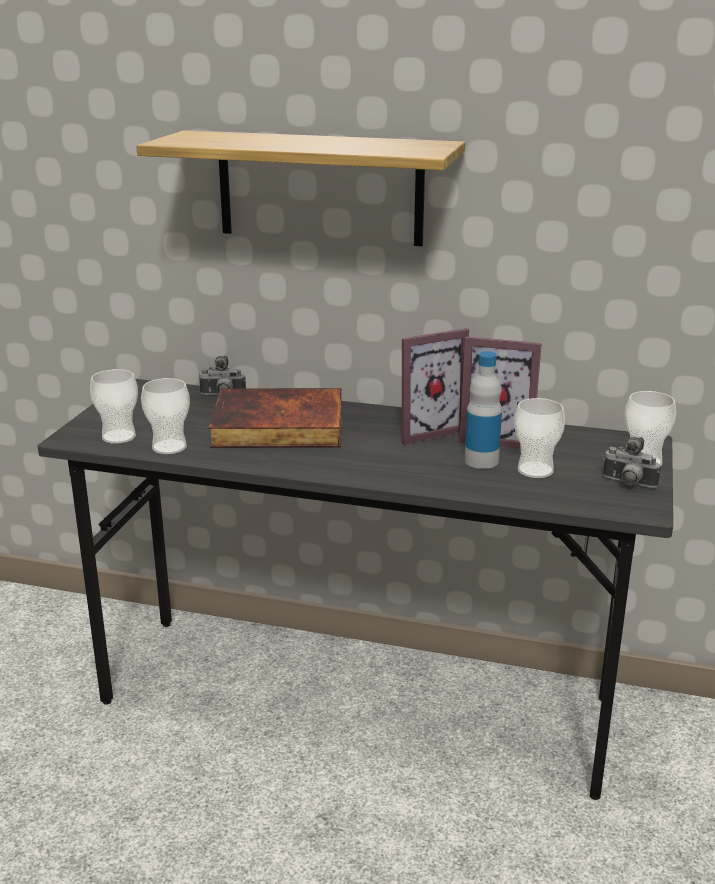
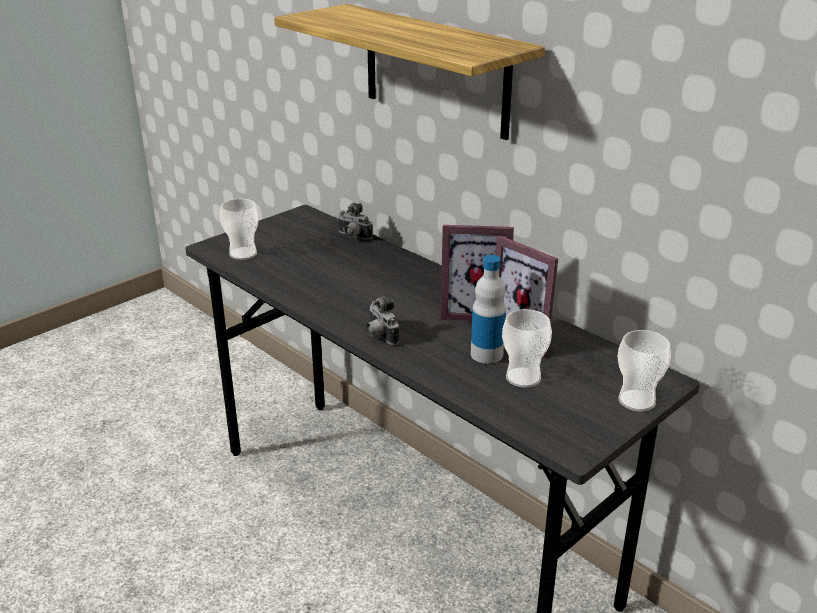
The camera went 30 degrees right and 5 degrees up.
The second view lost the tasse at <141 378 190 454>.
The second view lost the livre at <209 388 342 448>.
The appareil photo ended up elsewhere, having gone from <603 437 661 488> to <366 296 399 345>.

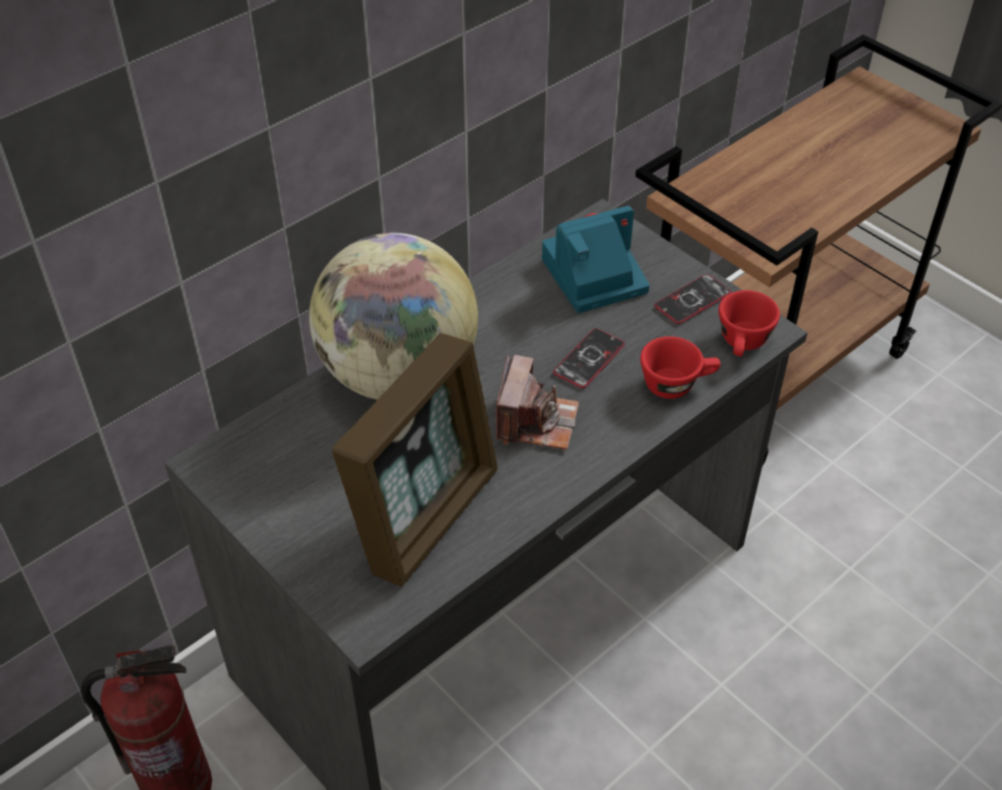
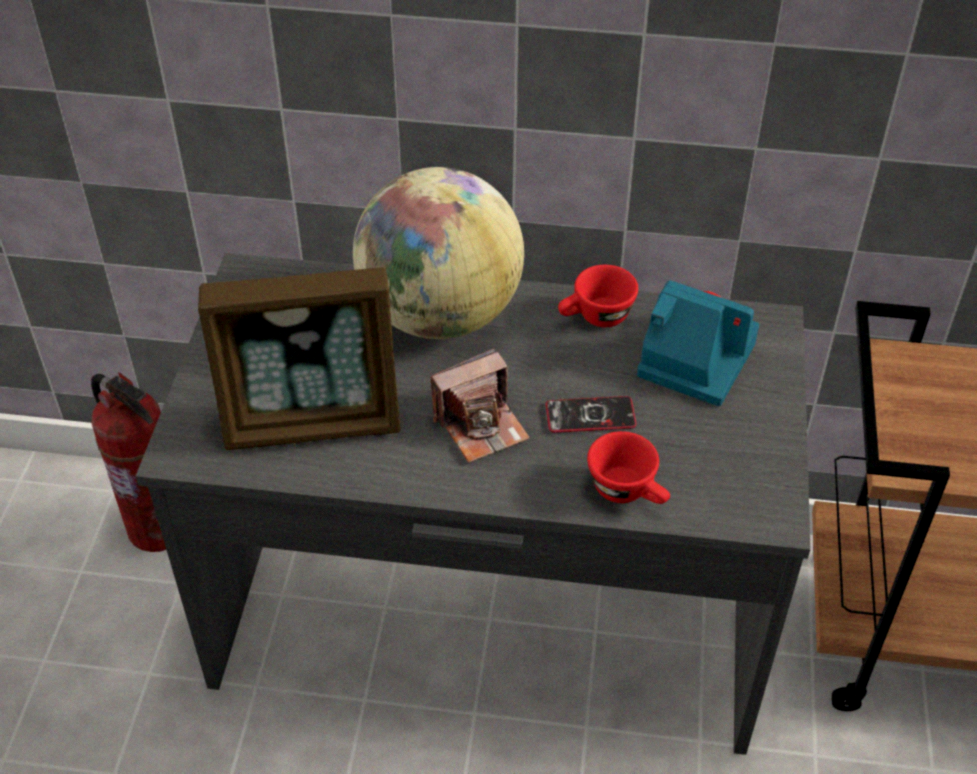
The camera went 50 degrees right and 0 degrees up.
The second view lost the téléphone at <654 274 731 324>.
The tasse (rouge) ended up elsewhere, having gone from <719 290 780 356> to <558 265 638 327>.

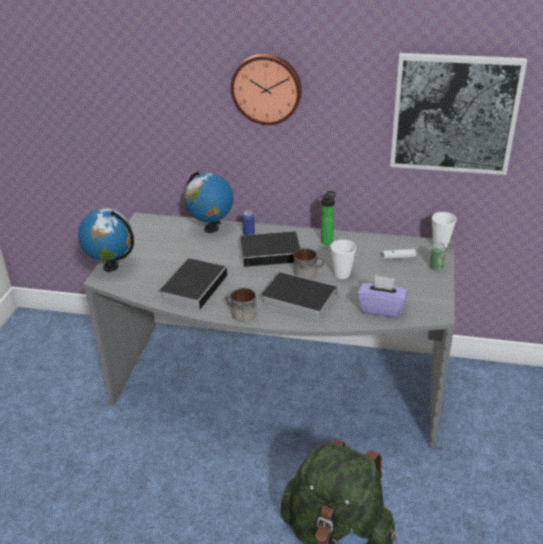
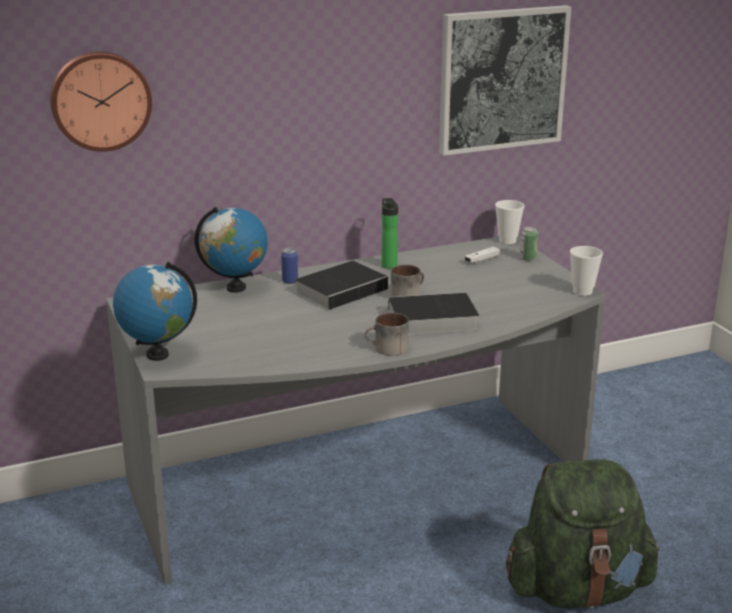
The camera went 35 degrees left and 10 degrees down.
The horloge murale ended up elsewhere, having gone from <231 54 302 125> to <50 51 152 152>.
The tasse ended up elsewhere, having gone from <331 240 356 279> to <570 246 603 296>.
The second view lost the livre at <159 258 229 310>.
The second view lost the boîte à mouchoirs (violet) at <357 275 407 318>.

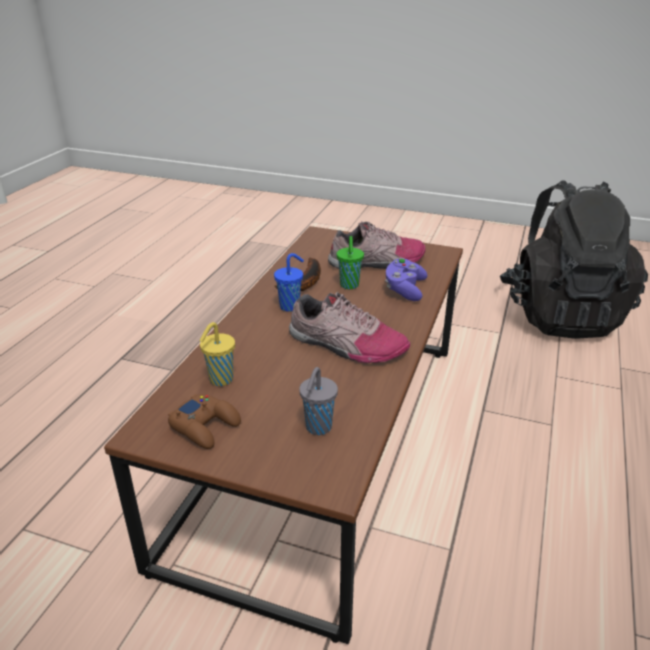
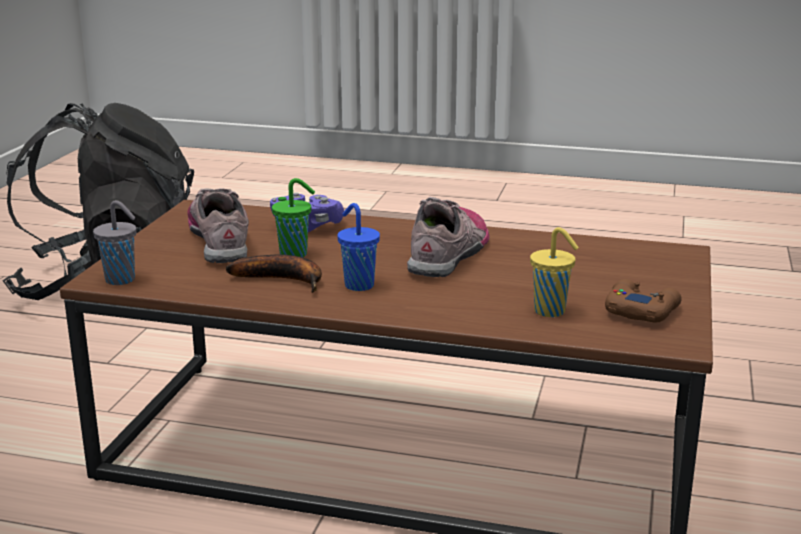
The camera went 95 degrees left and 10 degrees down.
The tasse (gris) ended up elsewhere, having gone from <299 367 338 435> to <93 200 137 285>.

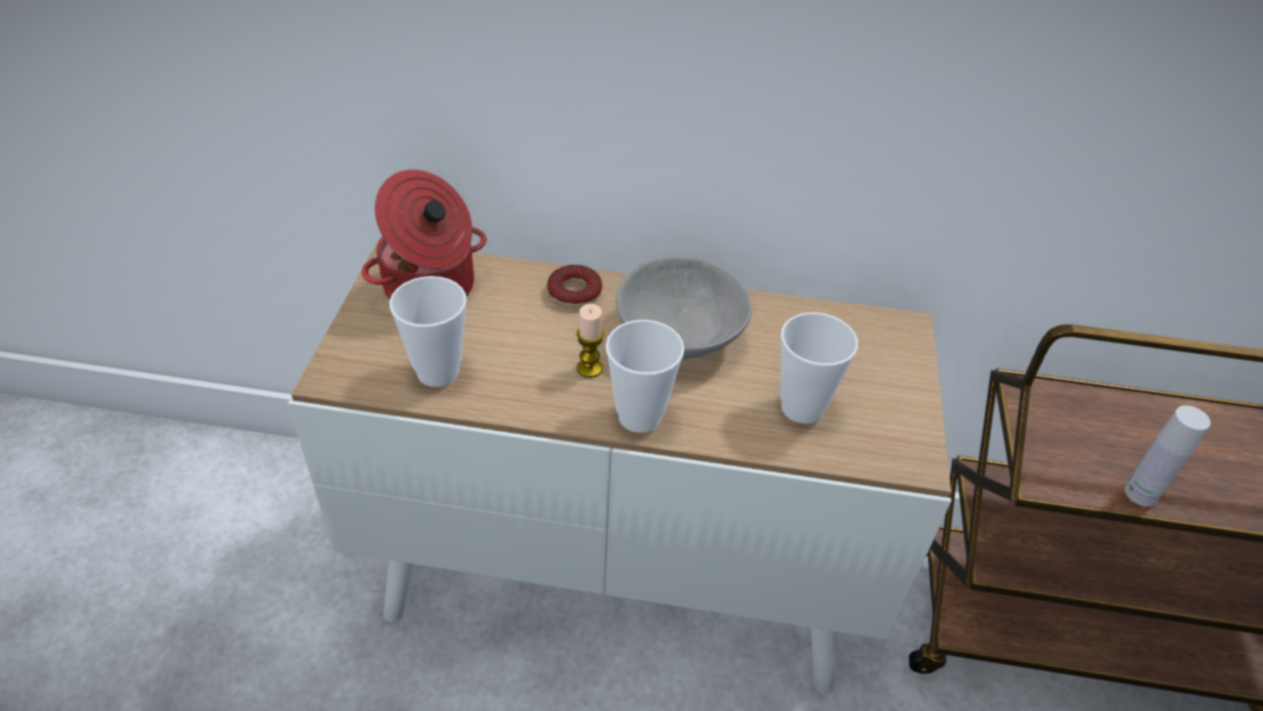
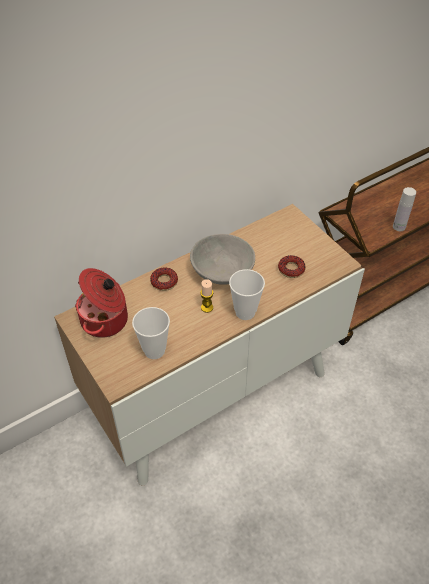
The camera went 40 degrees left and 5 degrees up.
Where the tasse stood at <780 312 858 424>, the beignet came to stand at <278 255 306 278>.

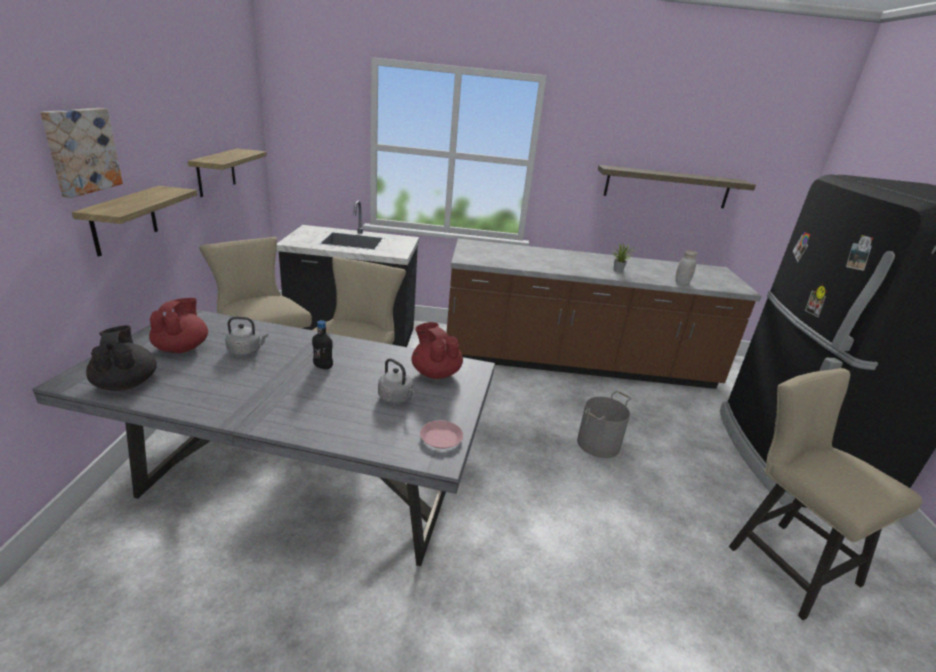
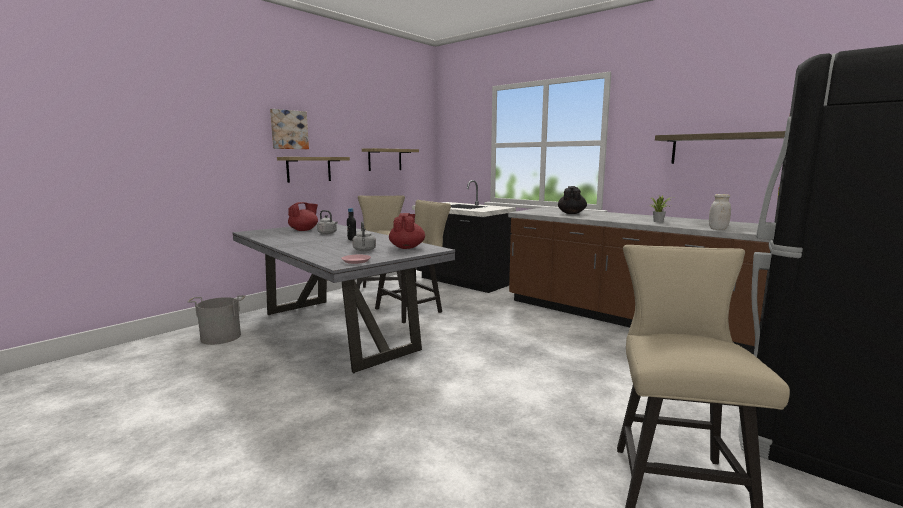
The camera went 40 degrees right and 15 degrees down.
The théière (noir) ended up elsewhere, having gone from <86 325 157 391> to <558 186 587 214>.
The seau (gris) ended up elsewhere, having gone from <577 391 632 458> to <187 295 246 345>.

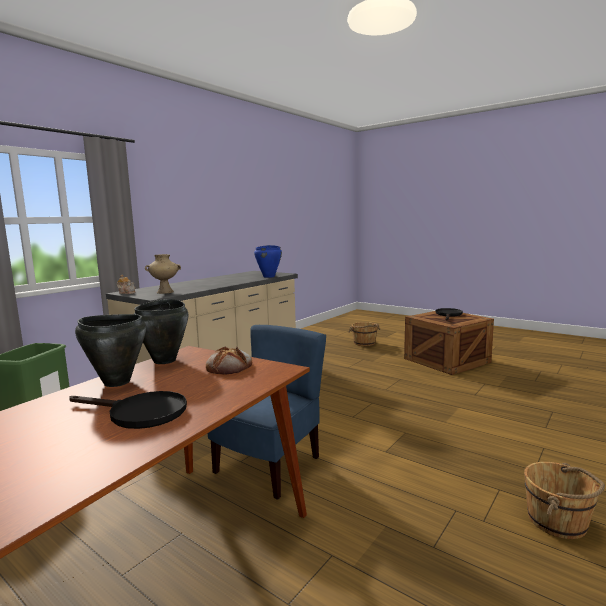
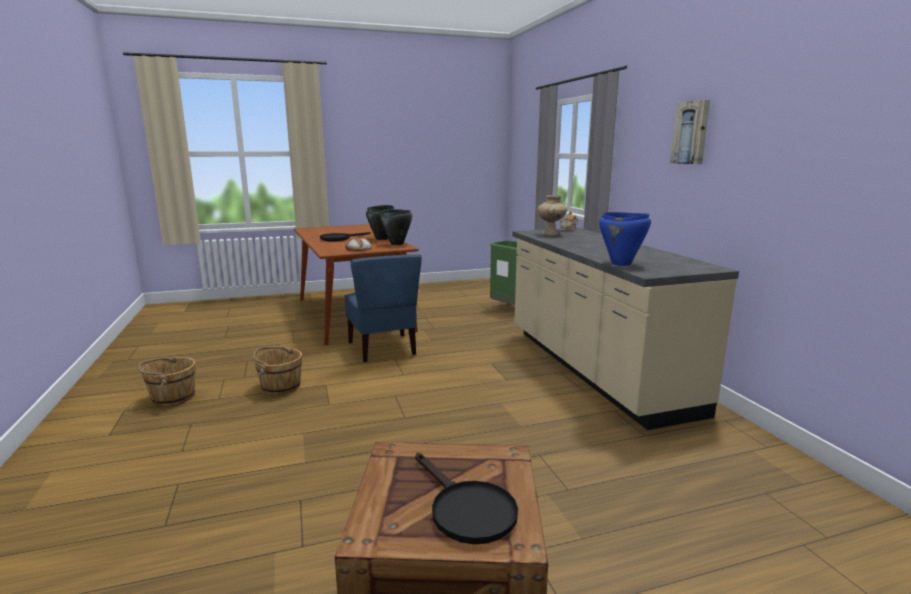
The camera went 125 degrees right and 5 degrees up.
The seau (marron) ended up elsewhere, having gone from <348 322 380 346> to <253 346 302 395>.
The second view gained the tableau at <670 100 710 164>.

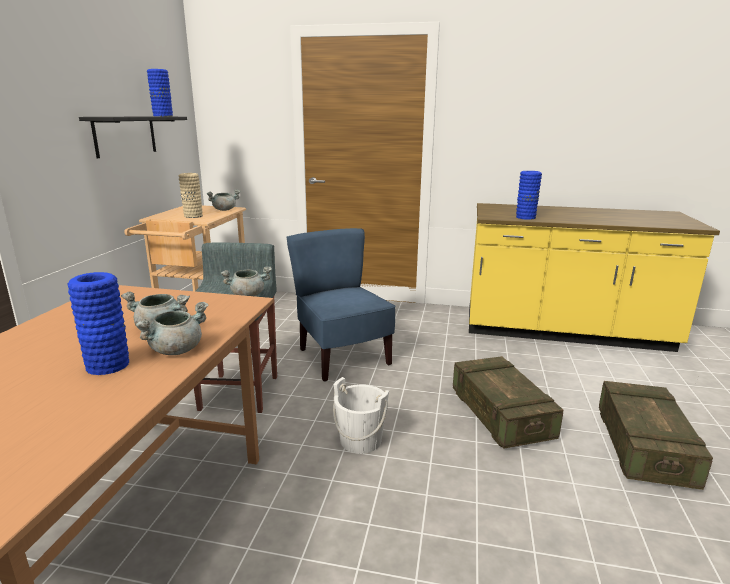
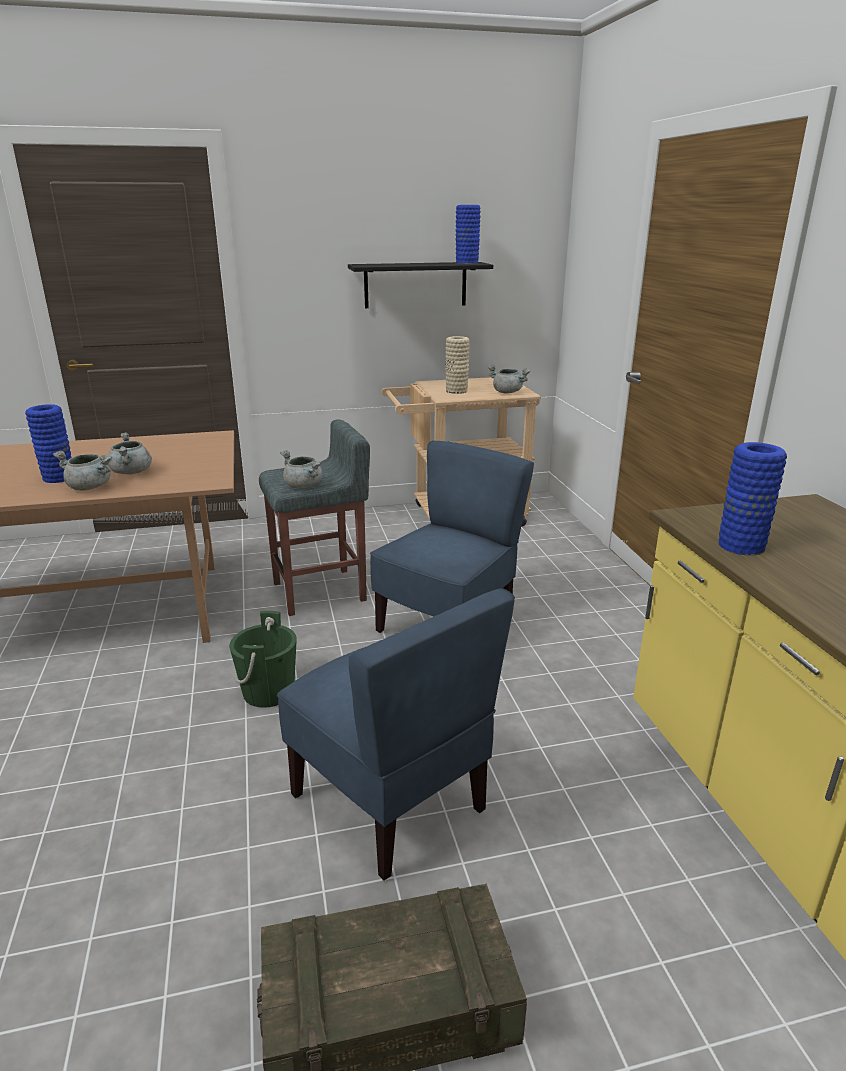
The camera went 65 degrees right and 5 degrees up.
Where the caisse stood at <453 356 564 449>, the chaise (bleu) came to stand at <277 588 515 881>.
What was the seau (blanc) at <333 377 389 454> turned into the seau (vert) at <229 611 297 708>.

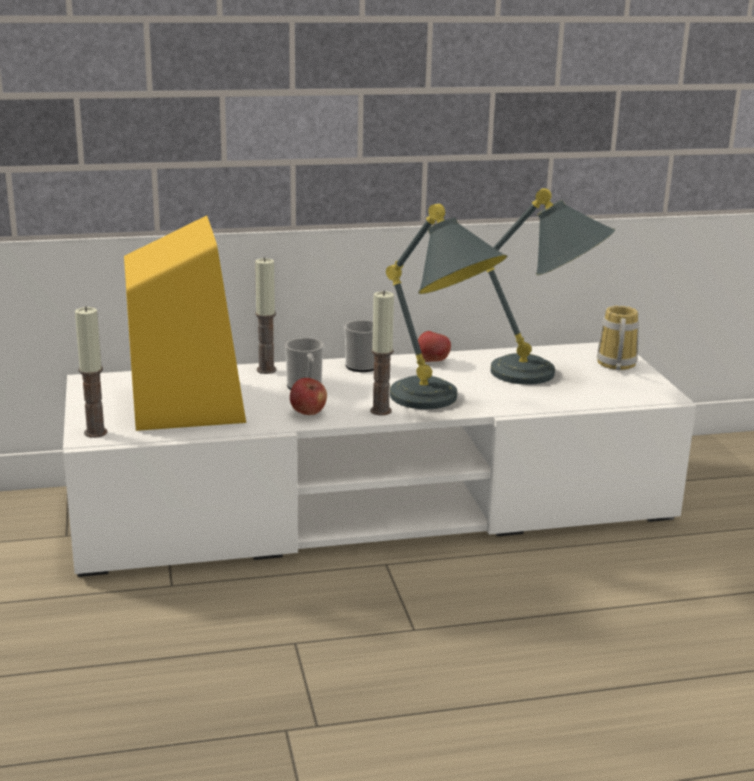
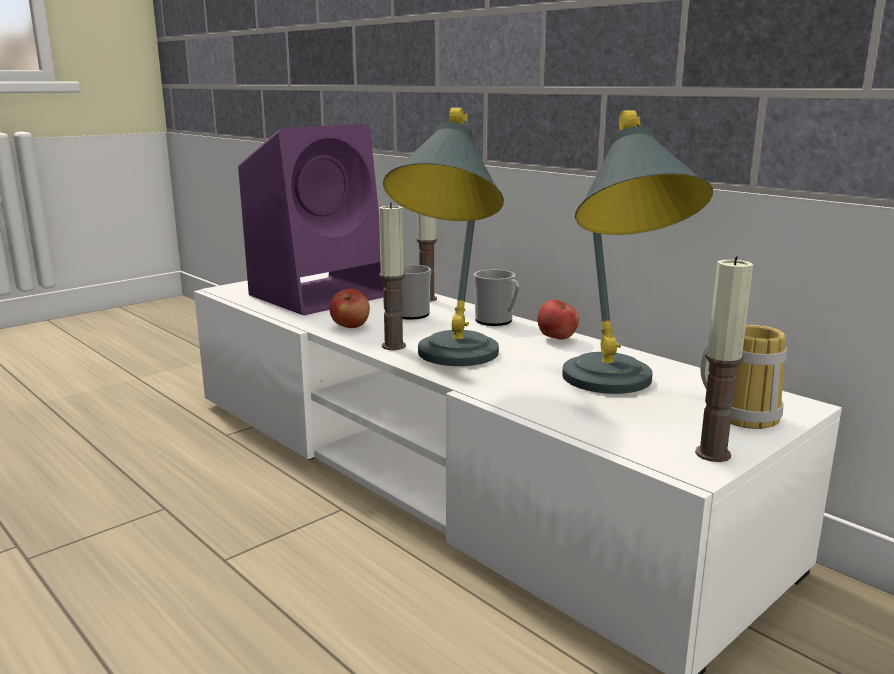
The camera went 60 degrees right and 5 degrees down.
What was the enceinte (jaune) at <124 216 246 431> turned into the enceinte (violet) at <238 124 384 316>.
The bougie ended up elsewhere, having gone from <75 306 107 438> to <695 256 753 462>.

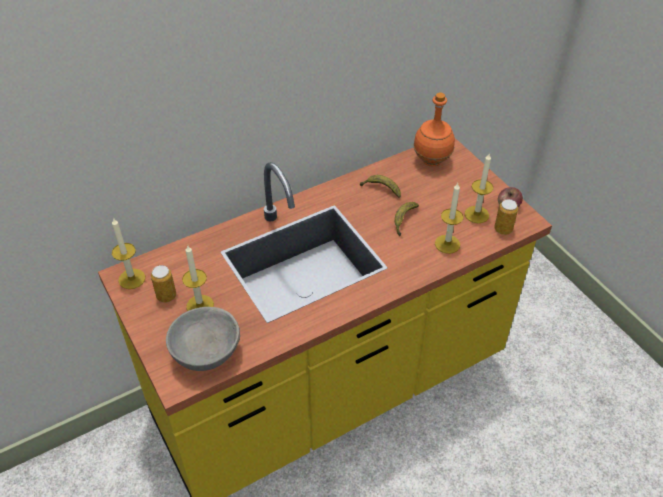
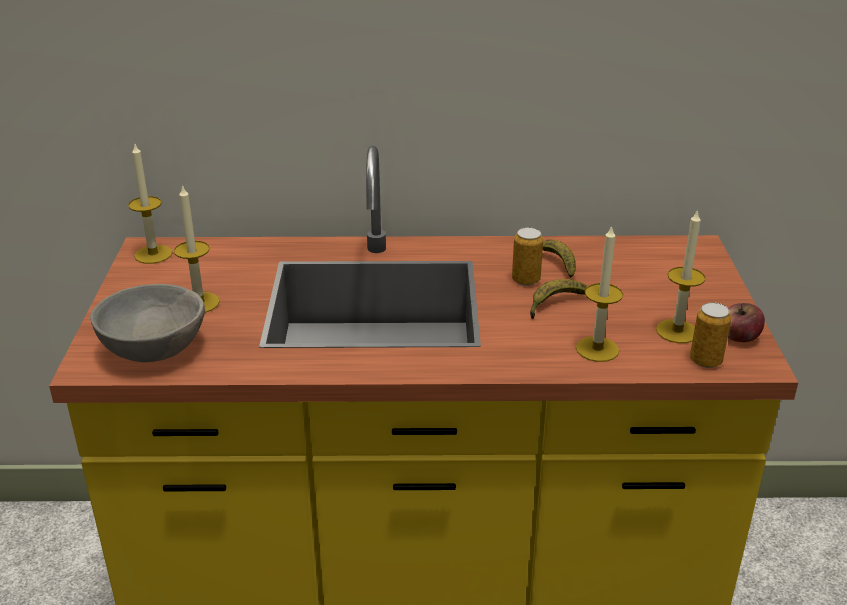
The camera went 30 degrees right and 15 degrees down.
The second view lost the bouteille (orange) at <413 92 455 166>.
The boîte métallique ended up elsewhere, having gone from <151 265 176 303> to <512 227 543 286>.

